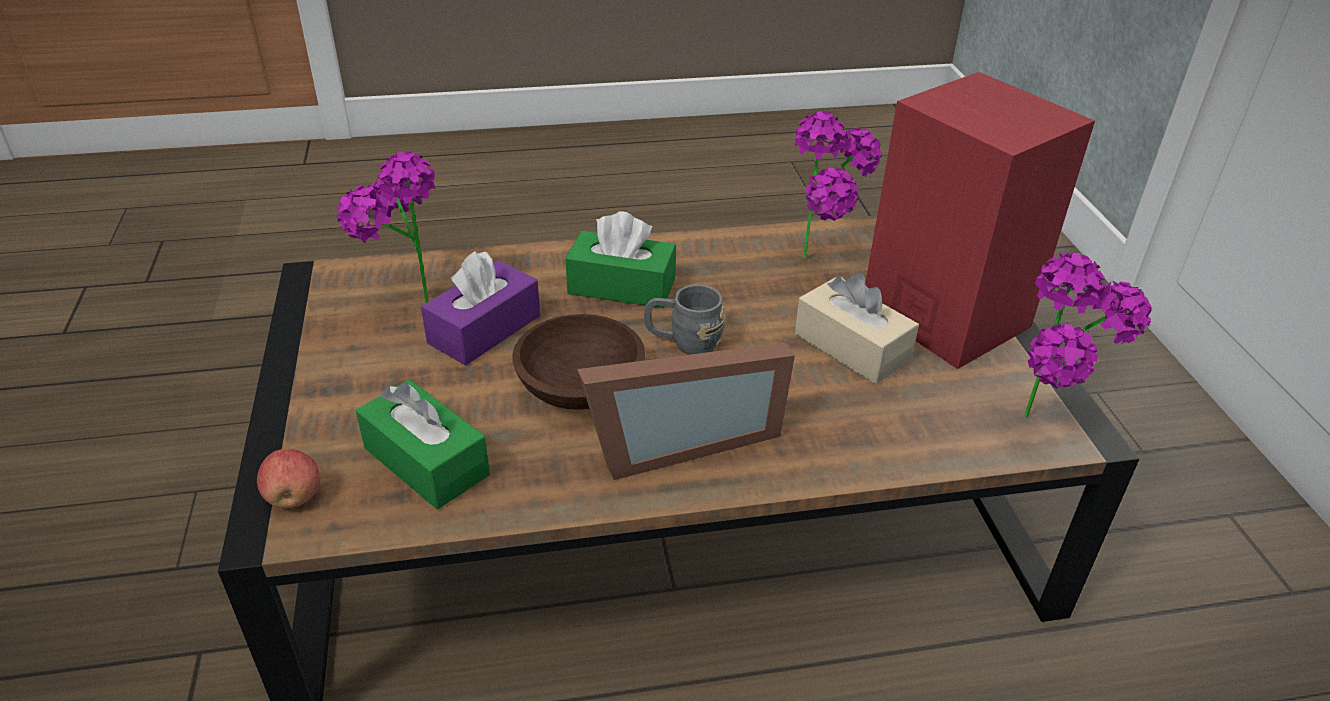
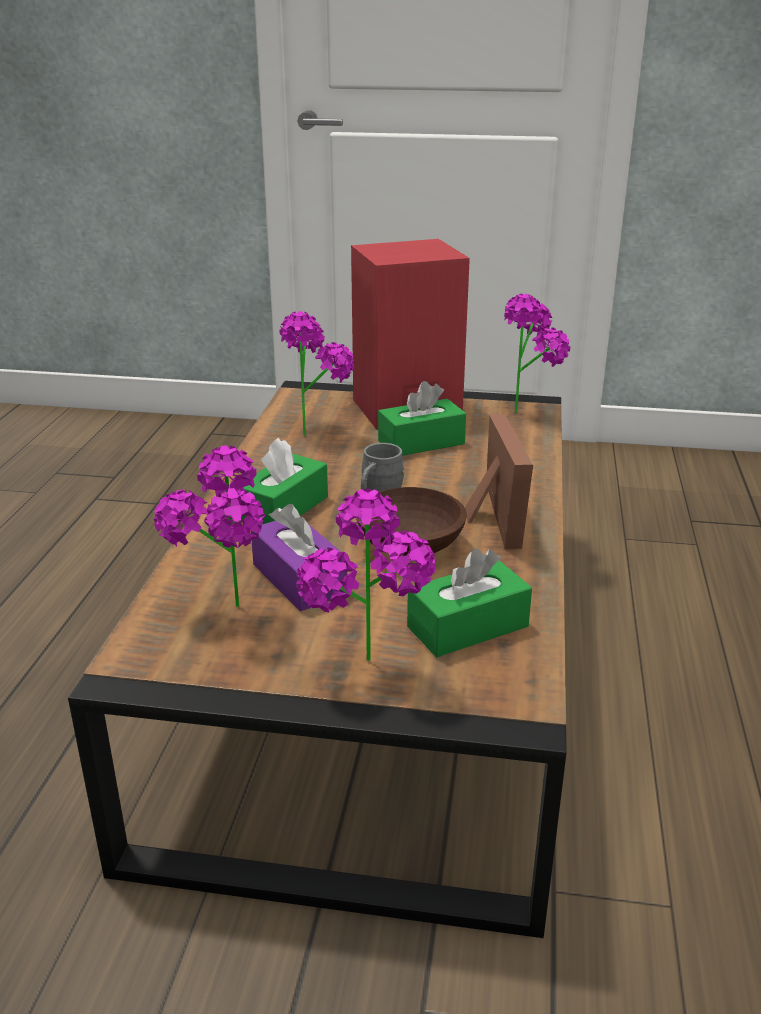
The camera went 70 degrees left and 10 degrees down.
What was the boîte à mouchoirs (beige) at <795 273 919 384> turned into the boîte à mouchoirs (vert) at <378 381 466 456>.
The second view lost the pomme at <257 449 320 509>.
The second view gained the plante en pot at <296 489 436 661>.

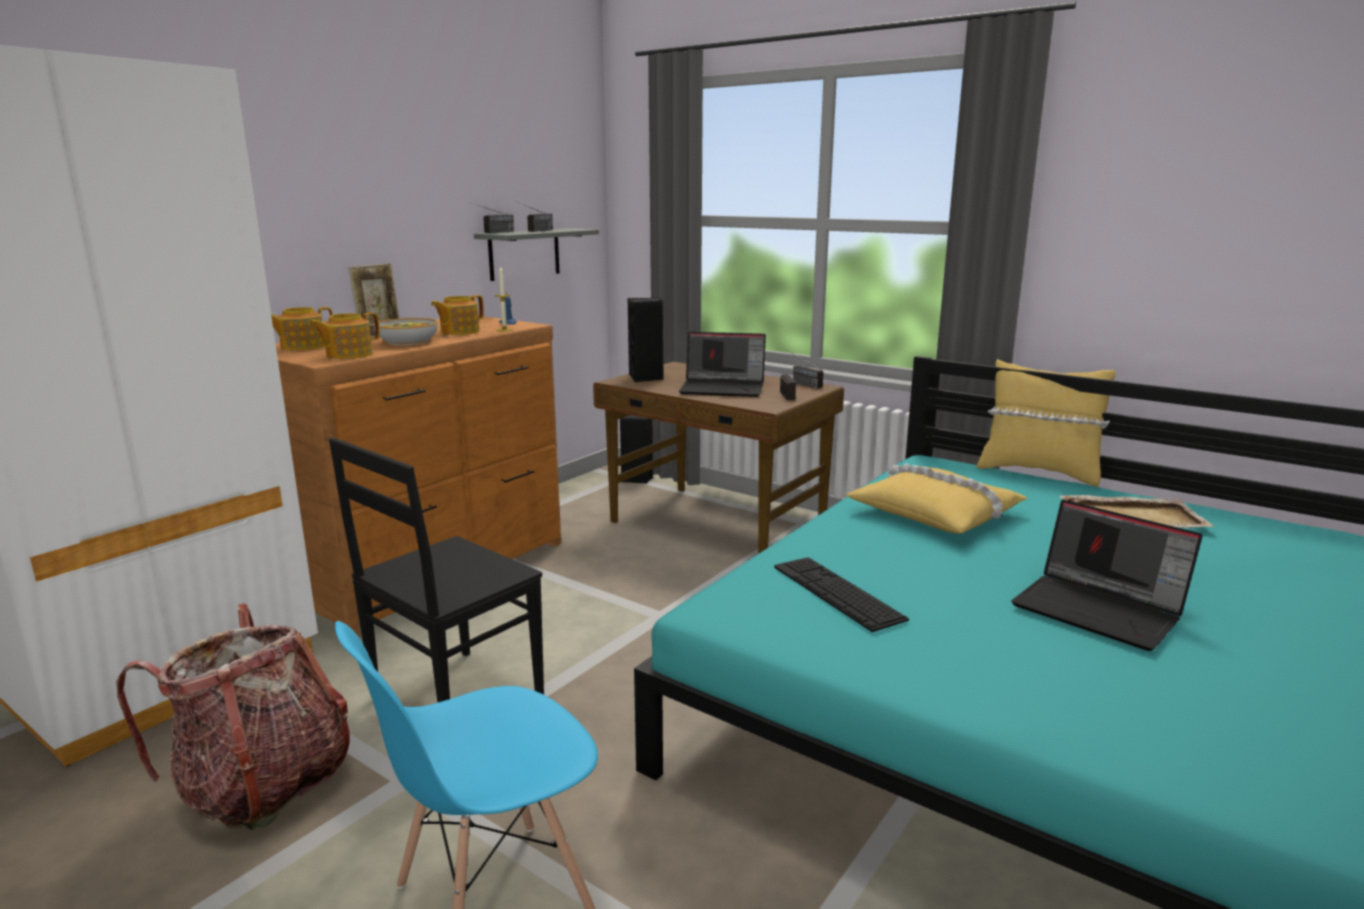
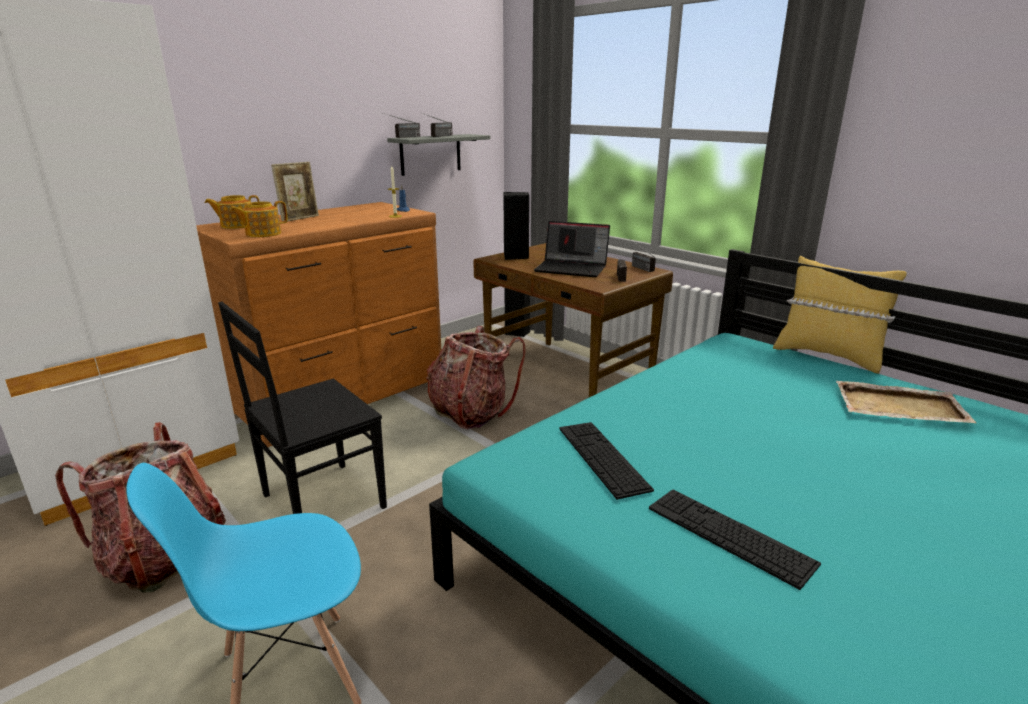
The camera went 10 degrees right and 5 degrees up.
The second view lost the théière at <431 295 484 335>.
The second view lost the bol at <374 318 438 346>.
The second view lost the coussin (jaune) at <846 464 1028 534>.
The second view lost the ordinateur portable at <1011 500 1203 651>.
The second view gained the sac à dos at <426 326 526 429>.
The second view gained the clavier at <649 490 821 590>.

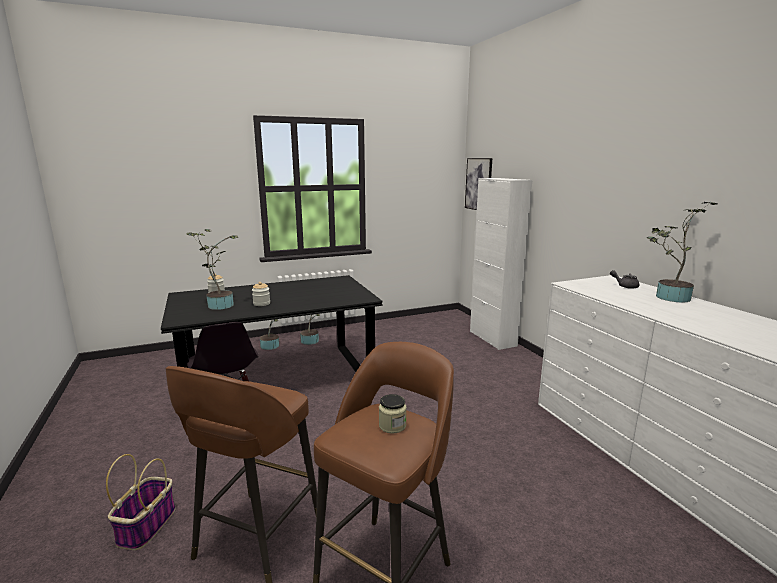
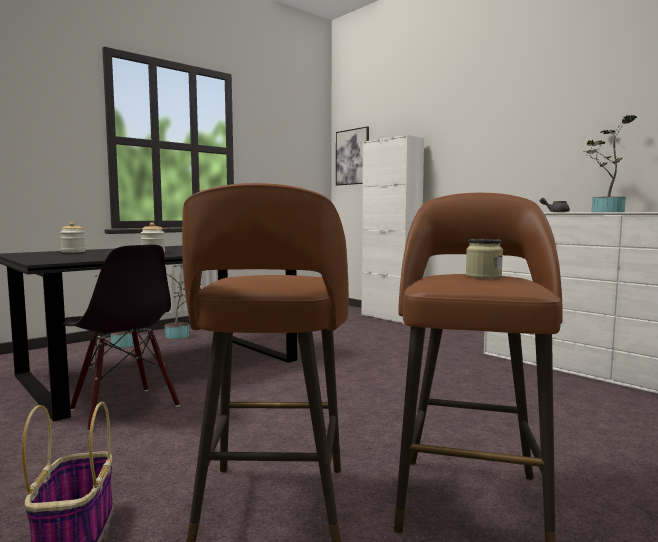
The camera went 20 degrees left and 10 degrees down.
The second view lost the plante en pot at <186 229 239 310>.

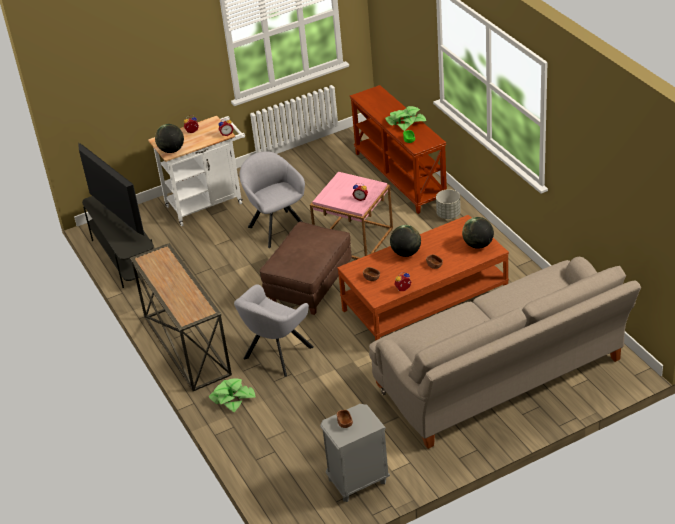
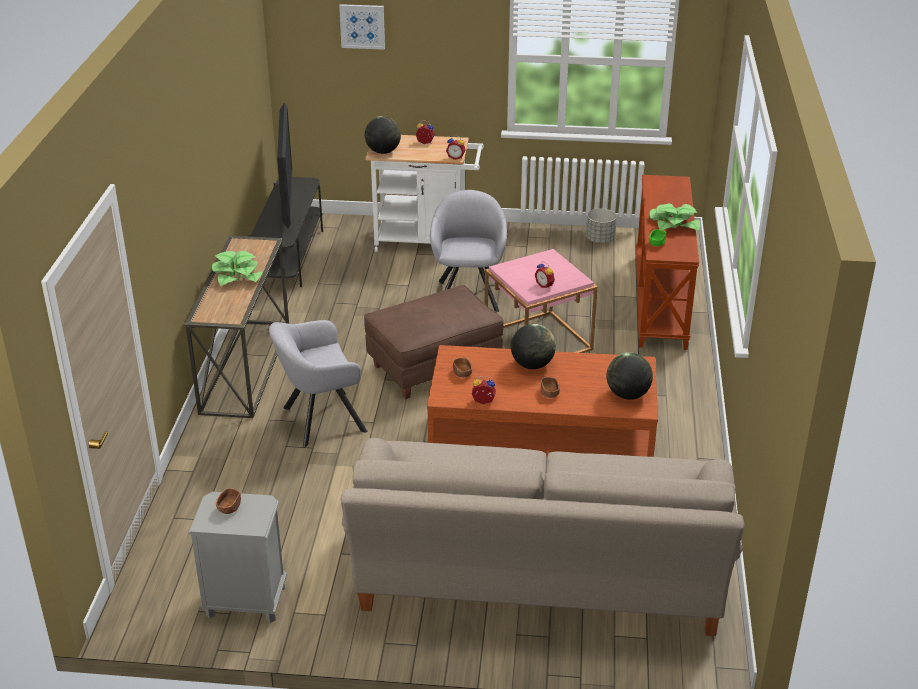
The camera went 30 degrees right and 5 degrees down.
The cache-pot (gris) ended up elsewhere, having gone from <436 189 461 219> to <586 208 617 243>.
The plante en pot ended up elsewhere, having gone from <208 378 255 412> to <212 251 263 286>.
The second view gained the tableau at <339 4 385 50>.

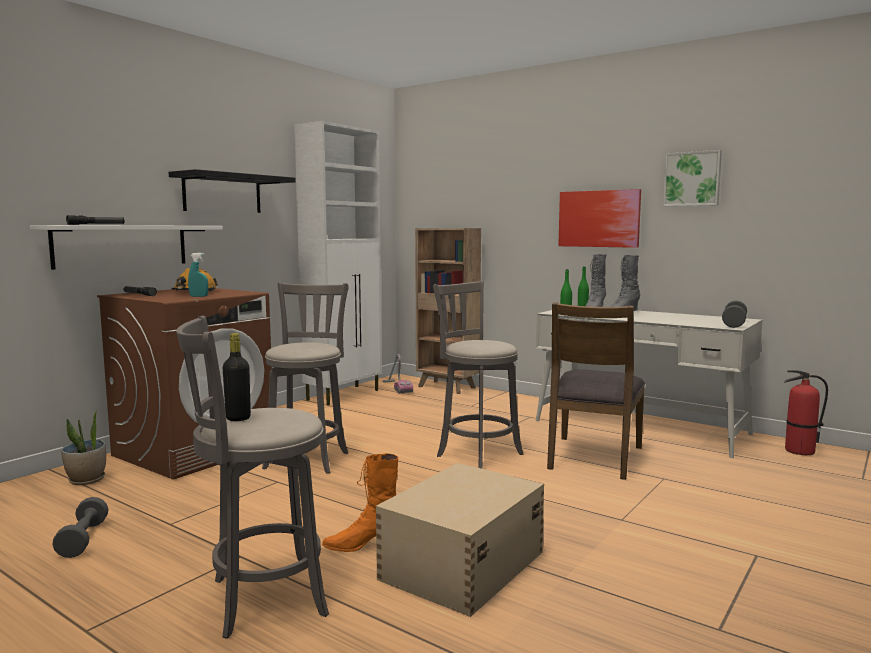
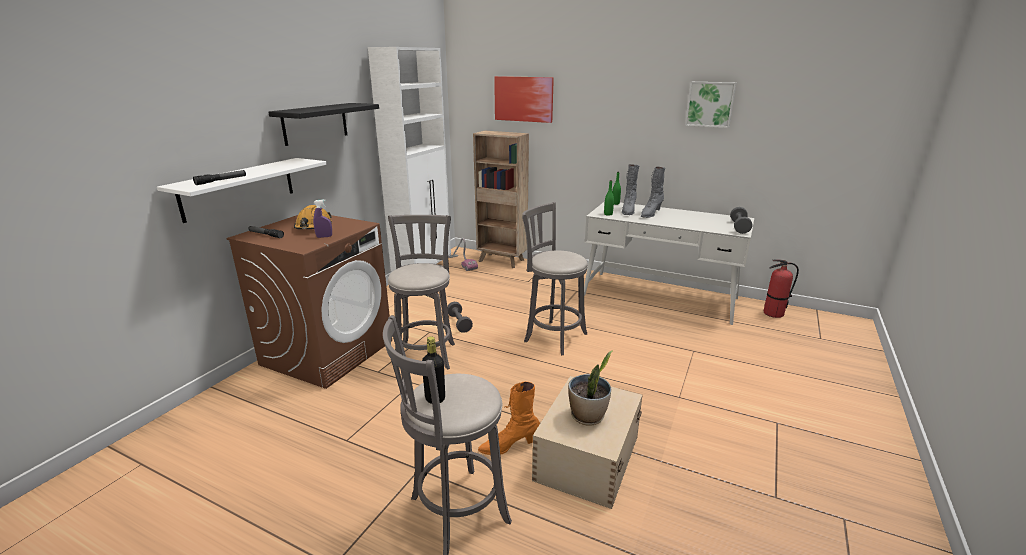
The camera went 10 degrees left and 15 degrees up.
The tableau ended up elsewhere, having gone from <558 189 641 248> to <494 76 554 123>.
What was the vaporisateur (turquoise) at <188 253 208 297> turned into the vaporisateur (violet) at <313 200 332 238>.
The second view lost the chaise (marron) at <547 302 645 480>.
The plante en pot ended up elsewhere, having gone from <61 409 106 485> to <568 351 612 426>.
The haltère (gris) ended up elsewhere, having gone from <52 497 108 558> to <447 302 473 333>.

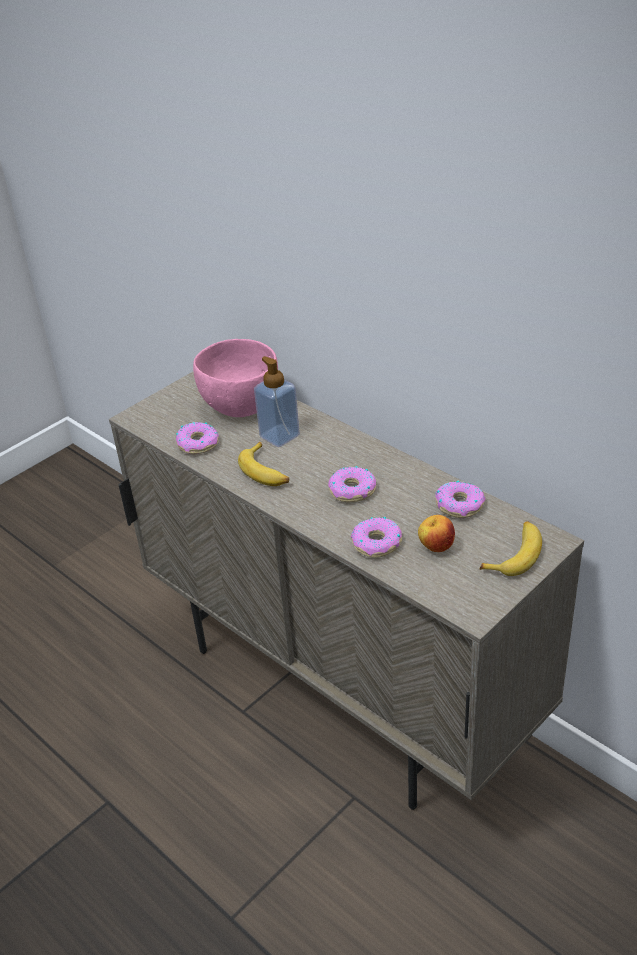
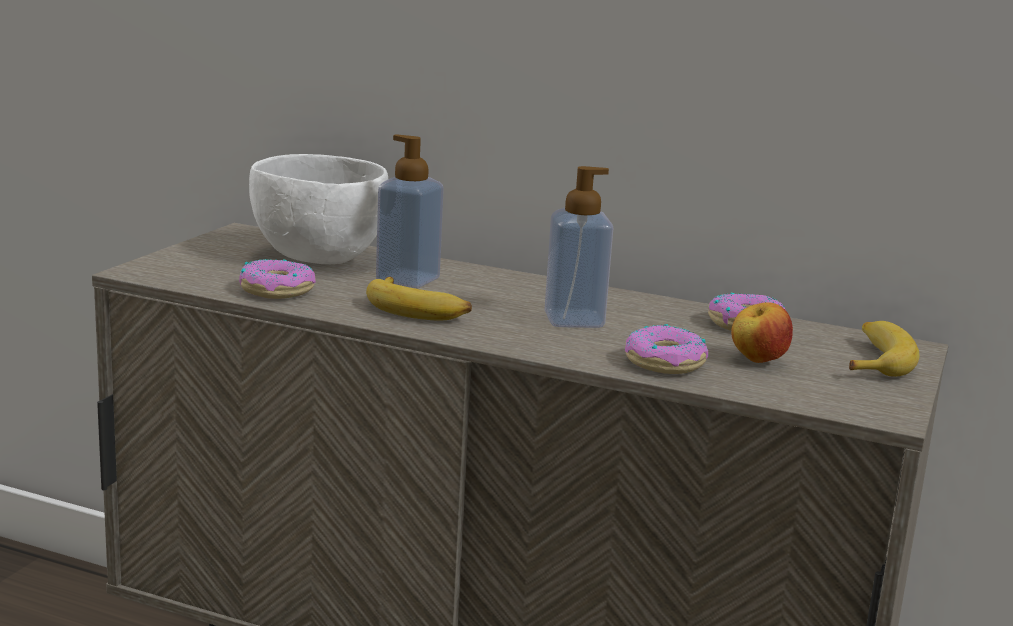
The camera went 25 degrees left and 20 degrees down.
What was the bol (rose) at <193 339 278 417> turned into the bol (blanc) at <249 154 388 264>.
Where the beignet stood at <328 466 376 502>, the distributeur de savon came to stand at <544 166 613 328>.

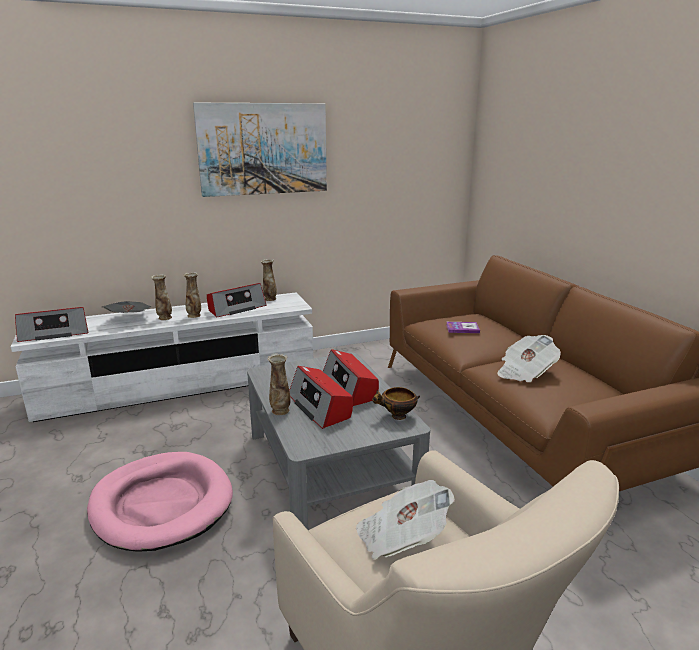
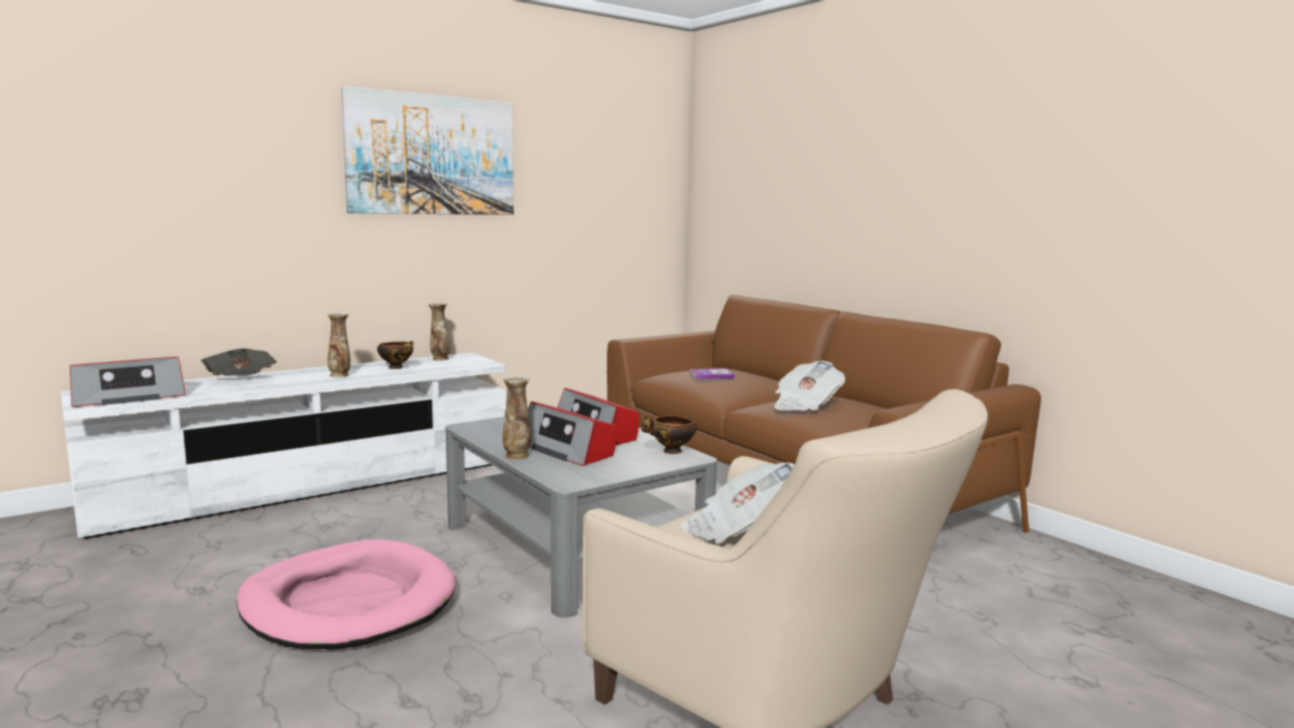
The camera went 15 degrees left and 10 degrees down.
The second view lost the vase at <151 274 172 320>.
Where the radio stood at <207 283 267 317>, the bol came to stand at <377 341 414 369>.

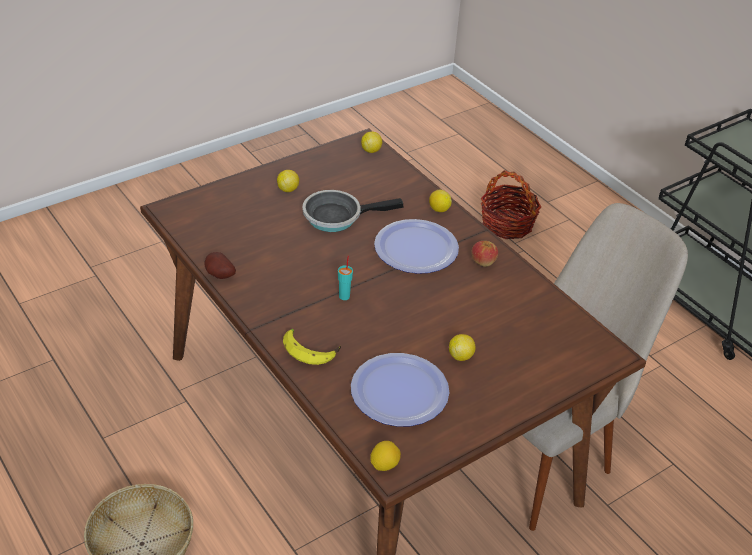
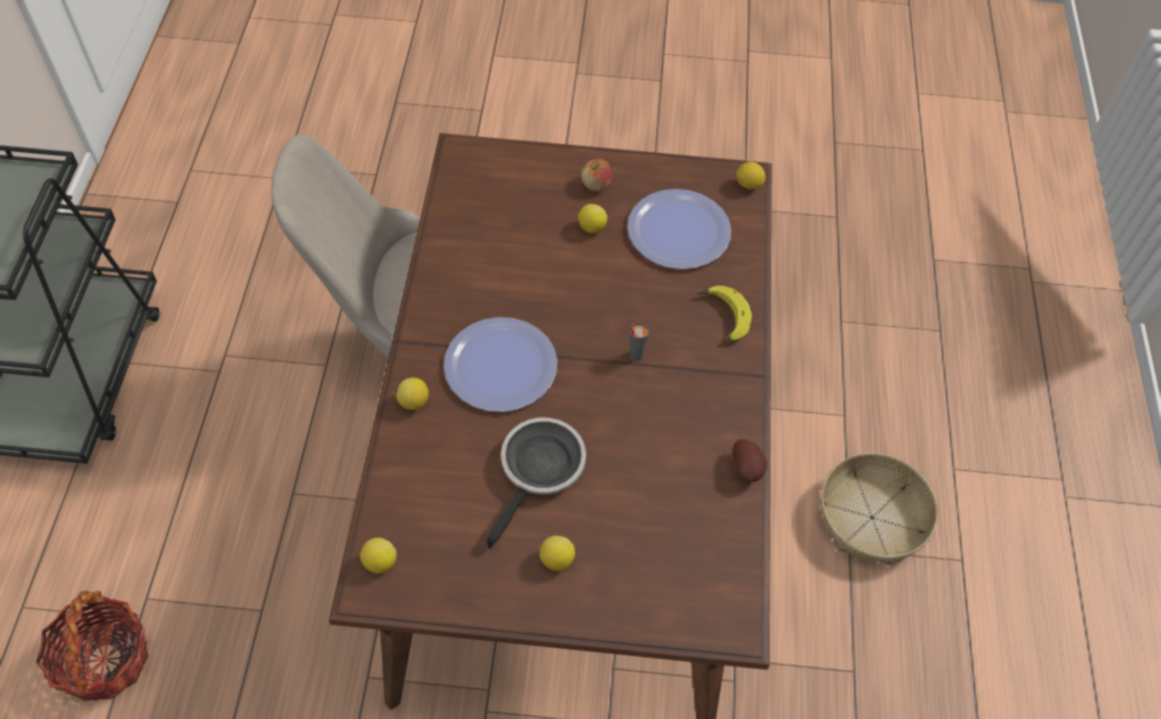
The camera went 140 degrees left and 15 degrees up.
The poêle at <302 190 403 232> ended up facing another way, 90 degrees counterclockwise from before.
The pomme ended up elsewhere, having gone from <471 241 498 267> to <581 158 612 191>.
What was the tasse (turquoise) at <338 256 353 300> turned into the tasse (gris) at <630 323 649 361>.

